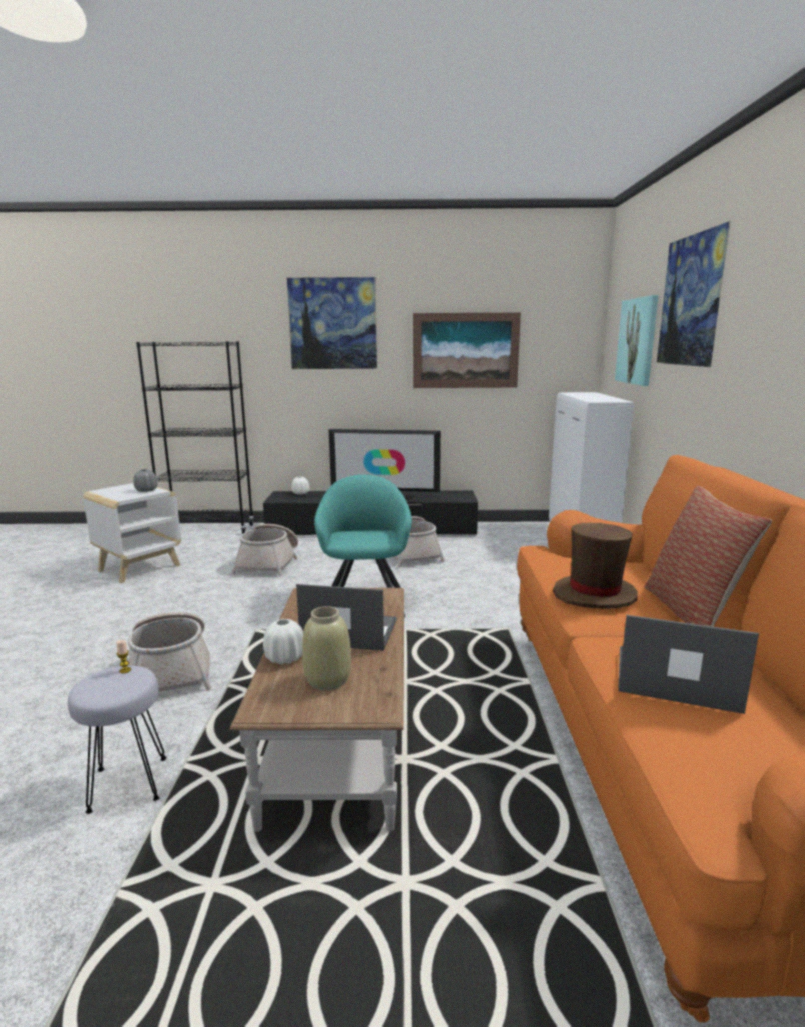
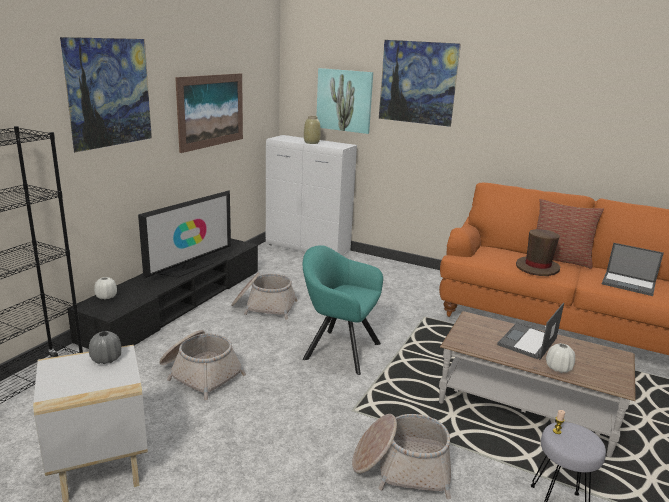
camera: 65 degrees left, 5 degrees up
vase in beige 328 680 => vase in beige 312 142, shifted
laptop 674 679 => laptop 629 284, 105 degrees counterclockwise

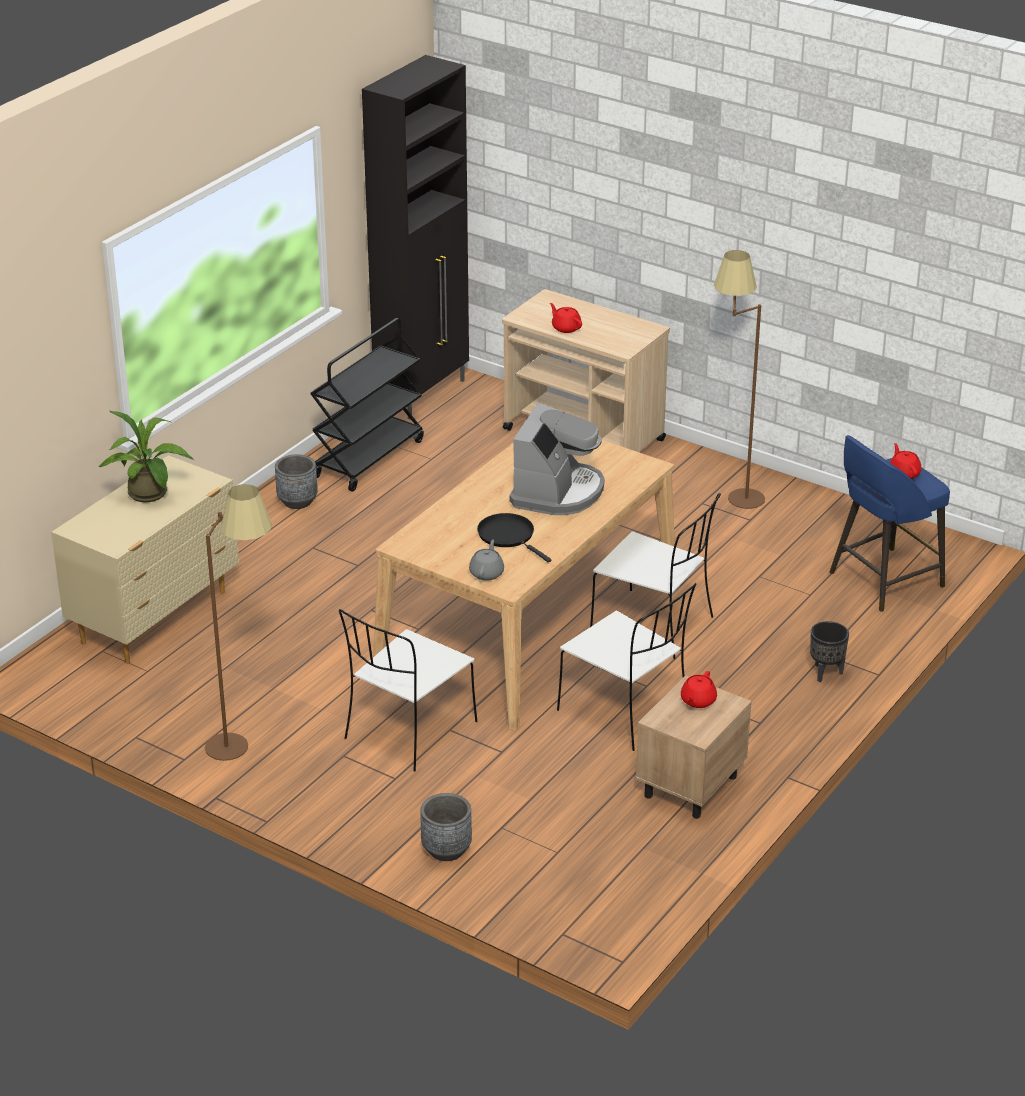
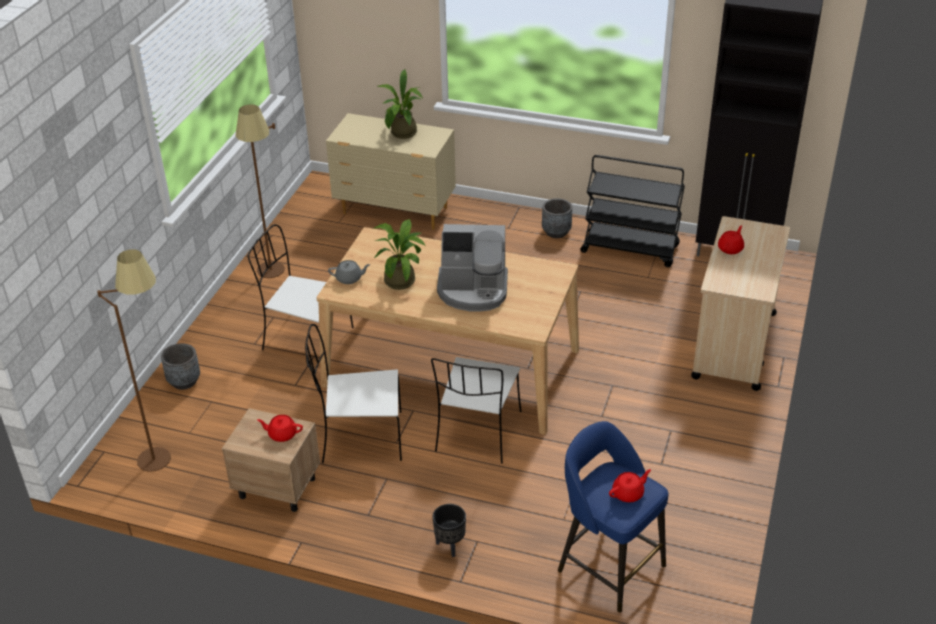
camera: 75 degrees right, 5 degrees up
floor lamp in brown 732 492 => floor lamp in brown 163 449, shifted
chair in white 626 712 => chair in white 359 438, 60 degrees clockwise
frying pan in black 508 536 => potted plant 402 279

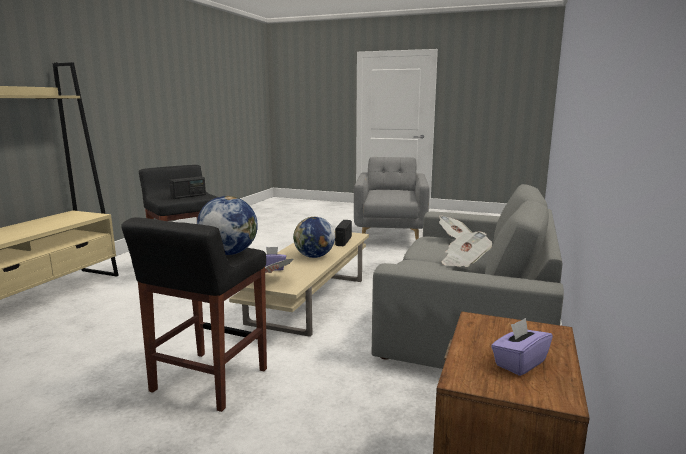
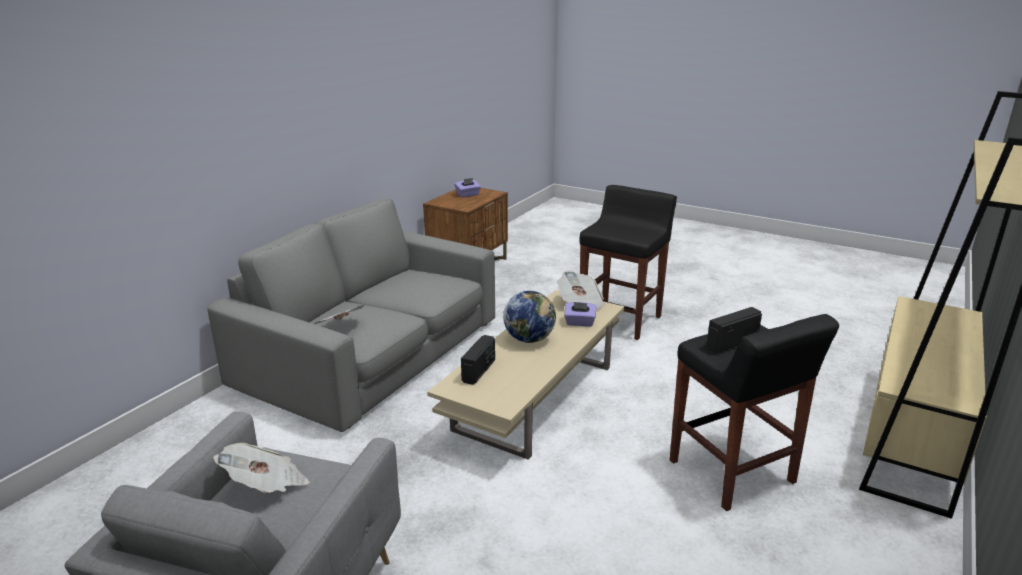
camera: 170 degrees left, 10 degrees up
newspaper 464 262 => newspaper 266 485, shifted
globe 228 253 => nothing

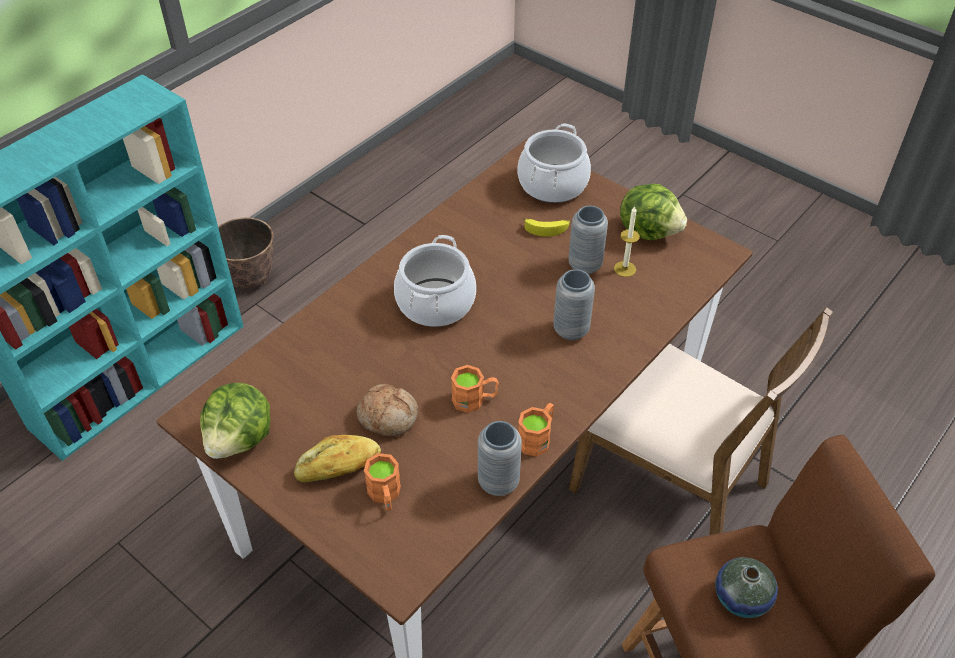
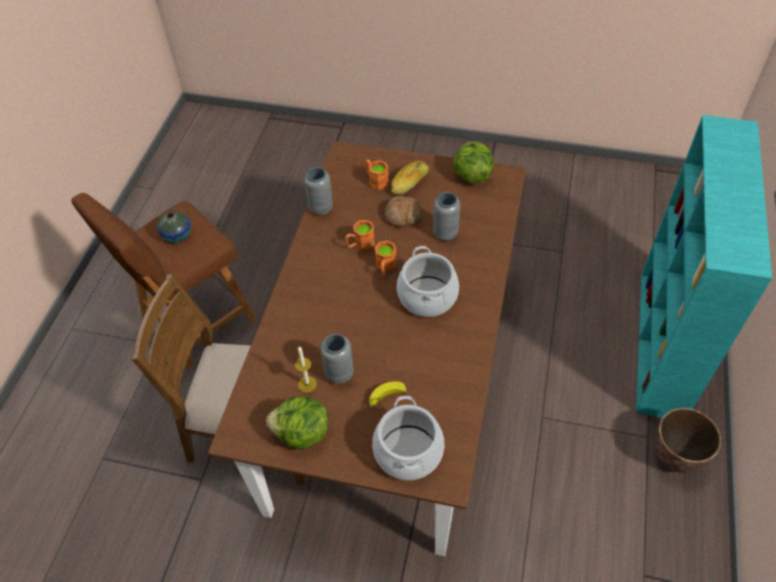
camera: 155 degrees right, 5 degrees up
mug in orange 537 437 => mug in orange 385 268, shifted
vase in grey 571 330 => vase in grey 445 233, shifted

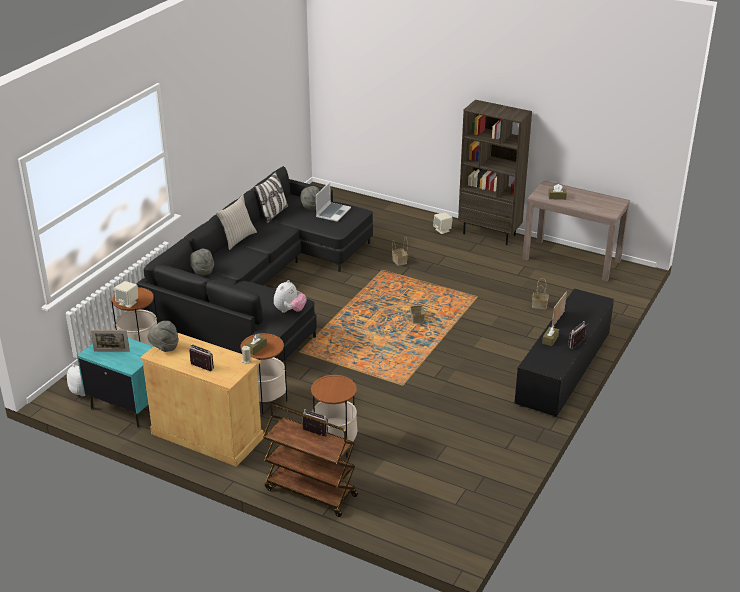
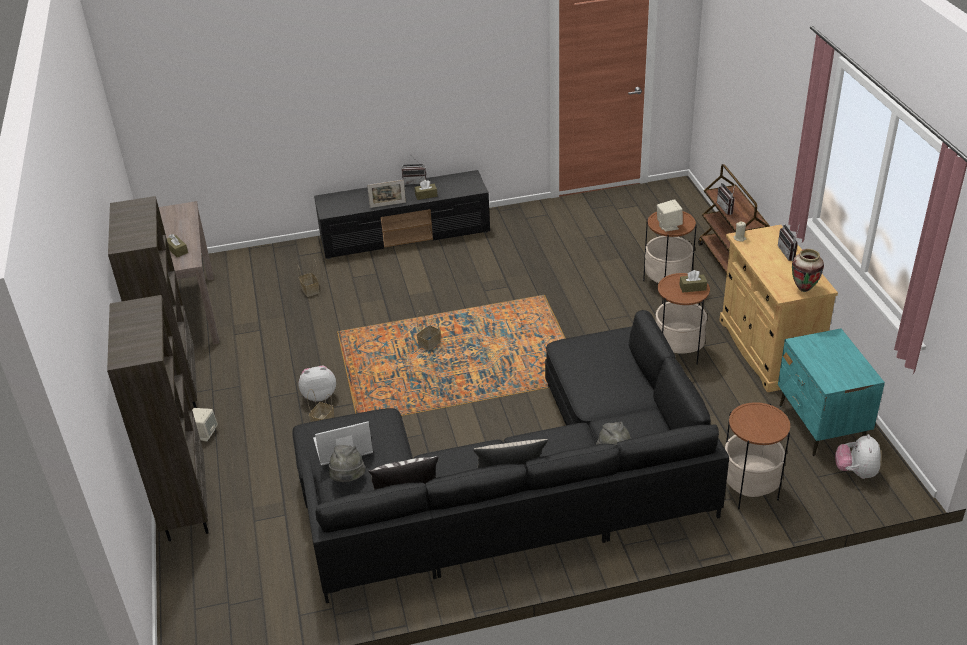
camera: 130 degrees left, 5 degrees up
nothing => bookcase in brown 185 507
plush toy 289 310 => plush toy 319 395, shifted
speaker in beige 128 303 => speaker in beige 668 226, shifted
hat in grey 164 347 => vase 804 289
picture frame 111 351 => nothing

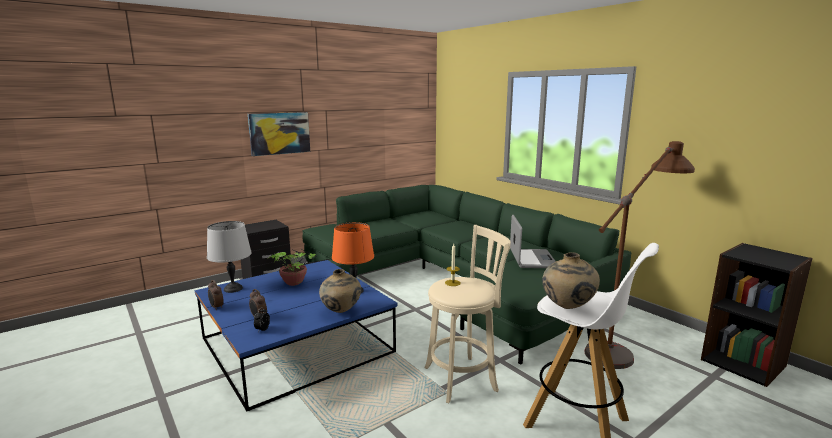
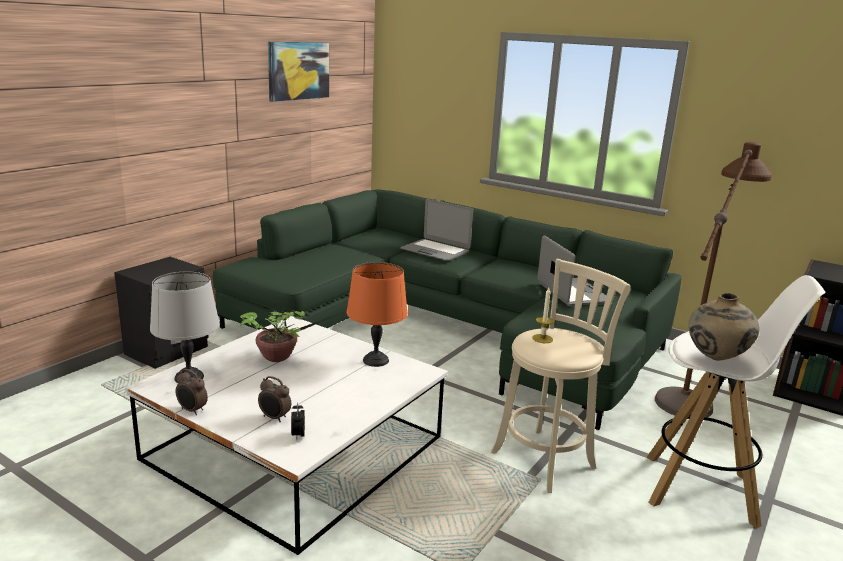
camera: 20 degrees left, 5 degrees up
coffee table in blue 296 345 => coffee table in white 295 448
picture 279 133 => picture 298 70, shifted
nothing => laptop 435 251
vase in beige 341 312 => nothing

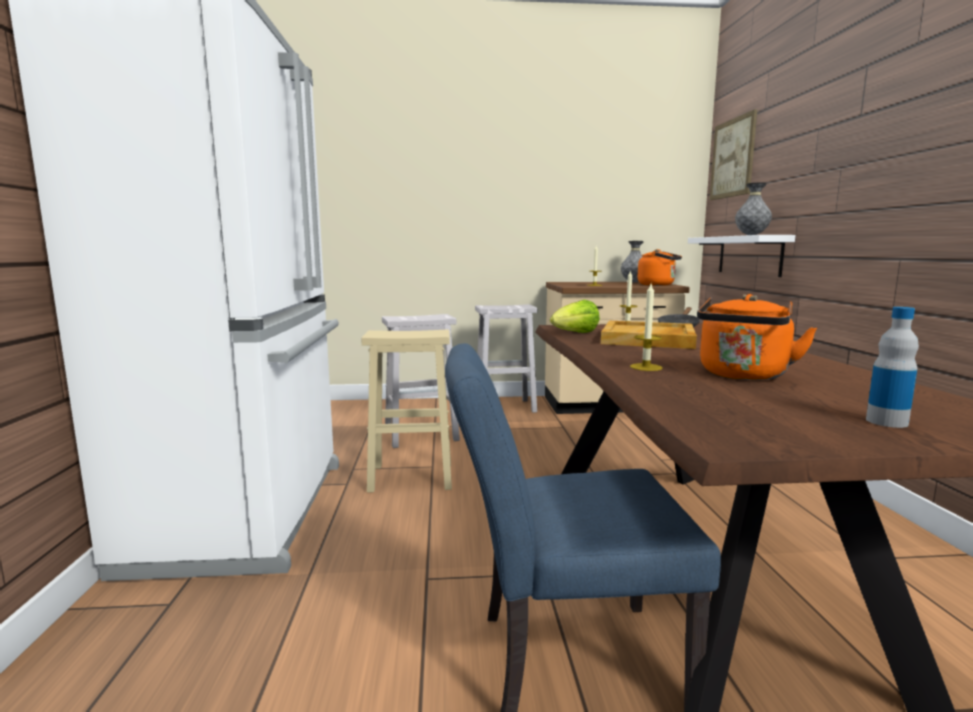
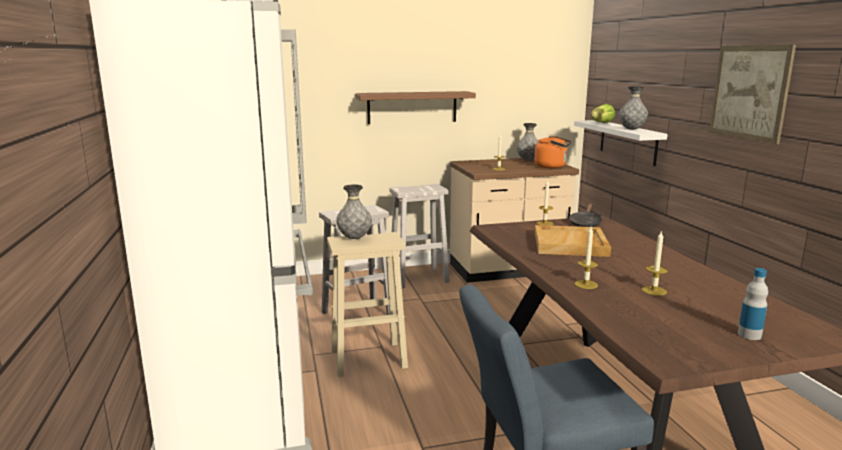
camera: 10 degrees left, 5 degrees up
nothing => vase in grey 354 238
nothing => shelf in brown 412 107
lettuce 575 334 => lettuce 601 123, shifted
kettle in orange 742 376 => candle 654 291
picture 732 158 => picture 750 92, shifted

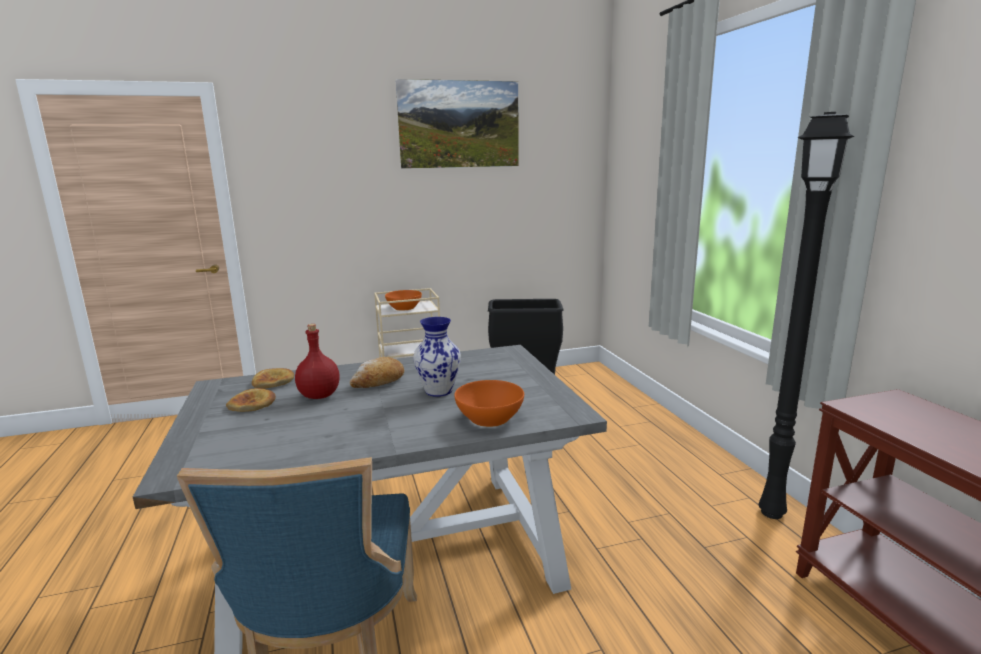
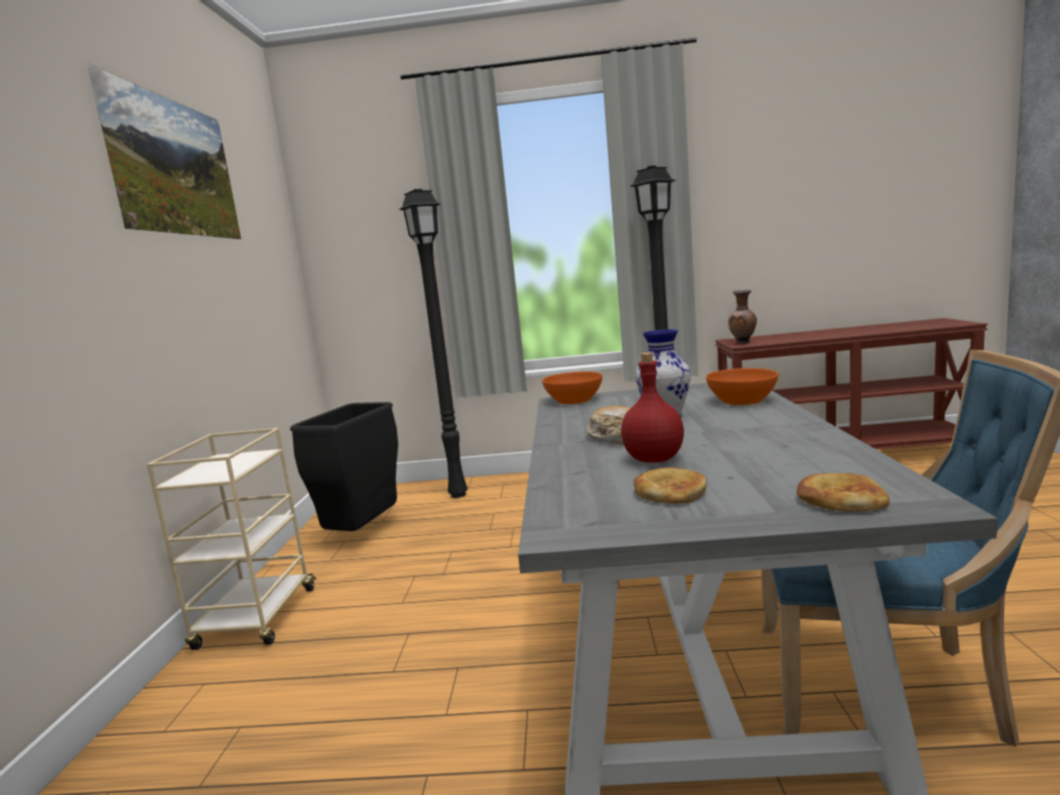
camera: 70 degrees left, 5 degrees down
nothing => floor lamp in black 458 494
bowl in orange 404 308 => bowl in orange 574 400, shifted
nothing => vase in brown 743 343
bread 273 381 => bread 840 499, shifted

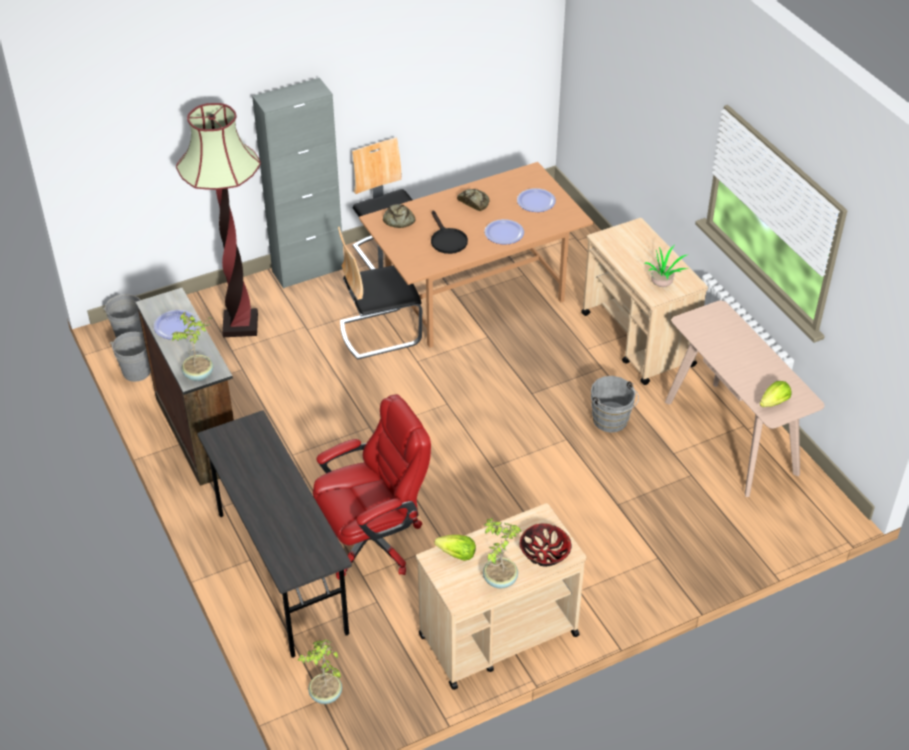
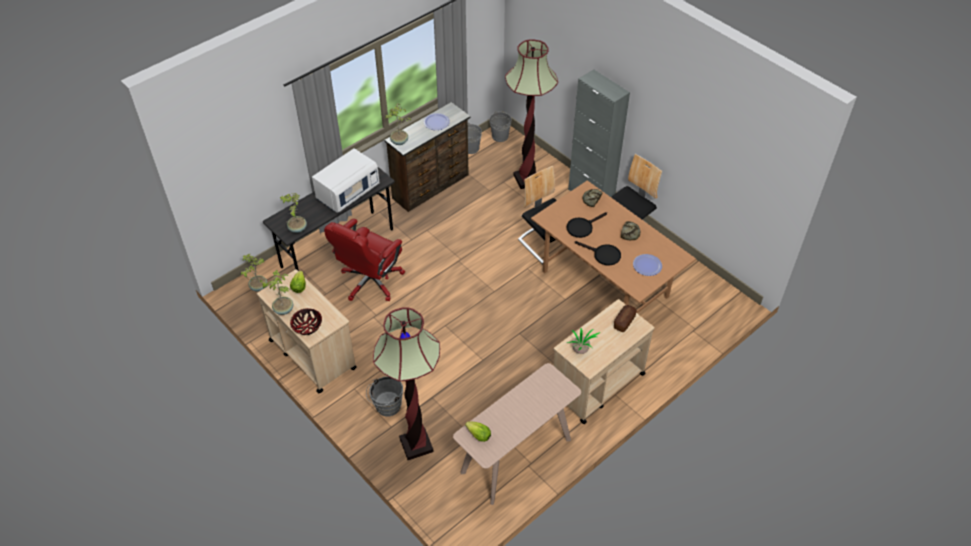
camera: 75 degrees right, 5 degrees up
nothing => potted plant 297 229
nothing => microwave in white 347 193
office chair in red 373 540 => office chair in red 370 281, 75 degrees clockwise
bucket in grey 611 422 => bucket in grey 386 407, shifted
nothing => floor lamp 416 445
plate 504 233 => frying pan in black 603 255
nothing => bread 624 321

